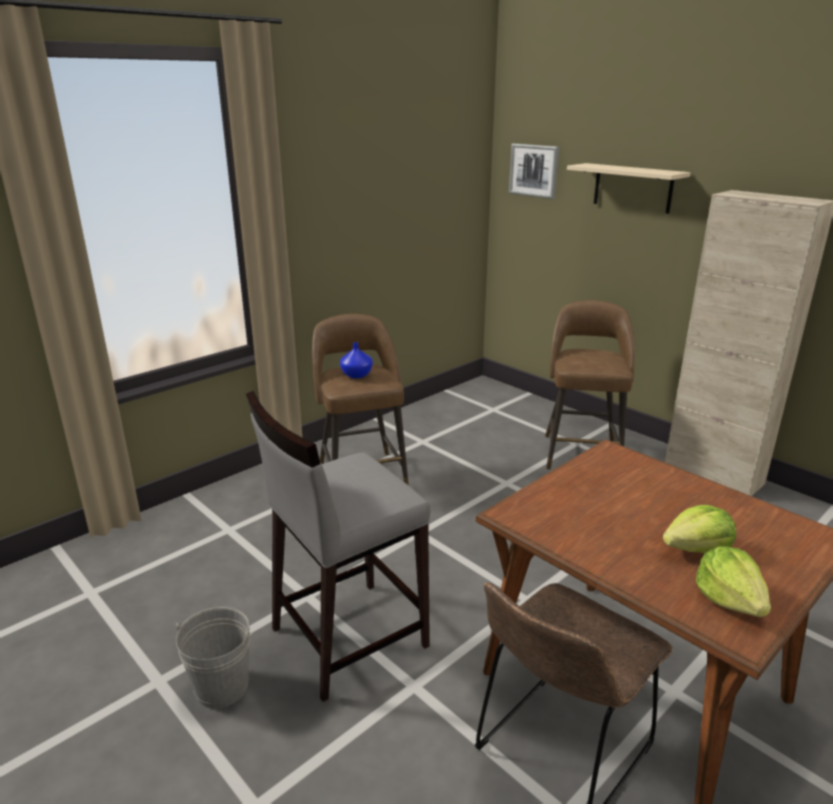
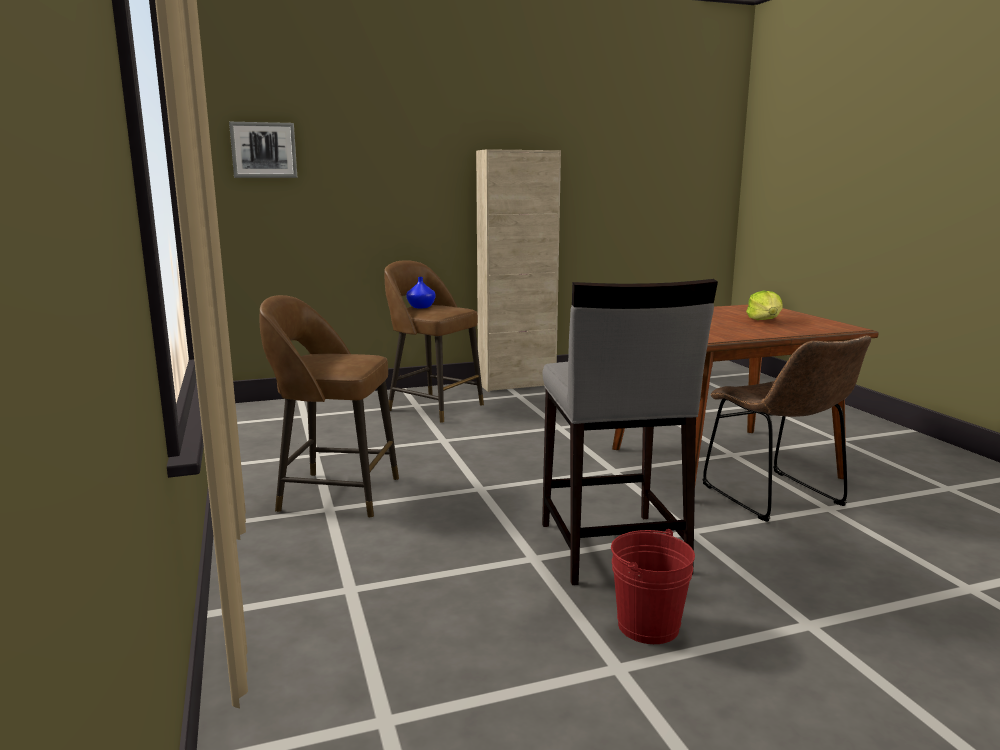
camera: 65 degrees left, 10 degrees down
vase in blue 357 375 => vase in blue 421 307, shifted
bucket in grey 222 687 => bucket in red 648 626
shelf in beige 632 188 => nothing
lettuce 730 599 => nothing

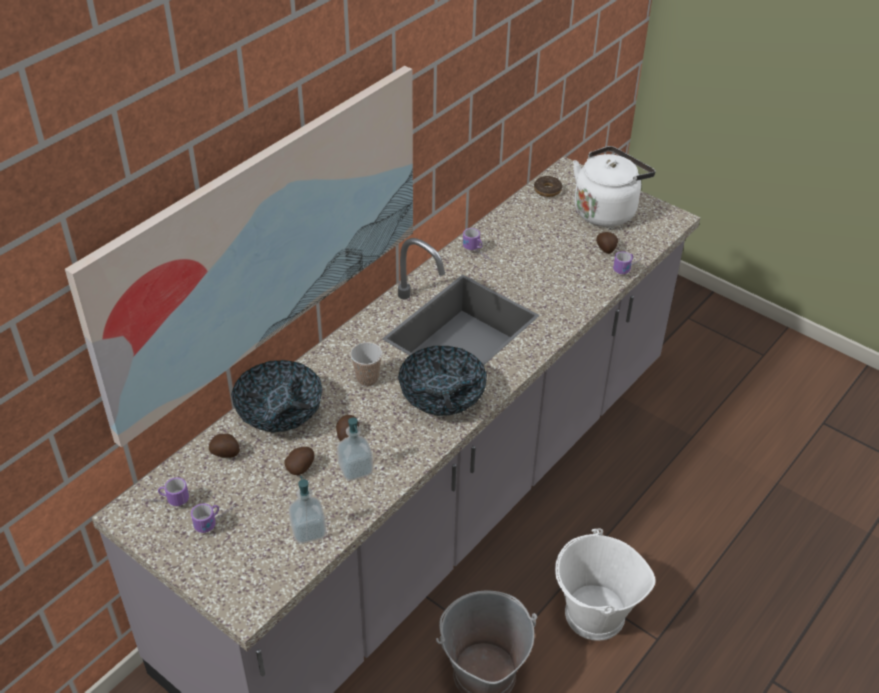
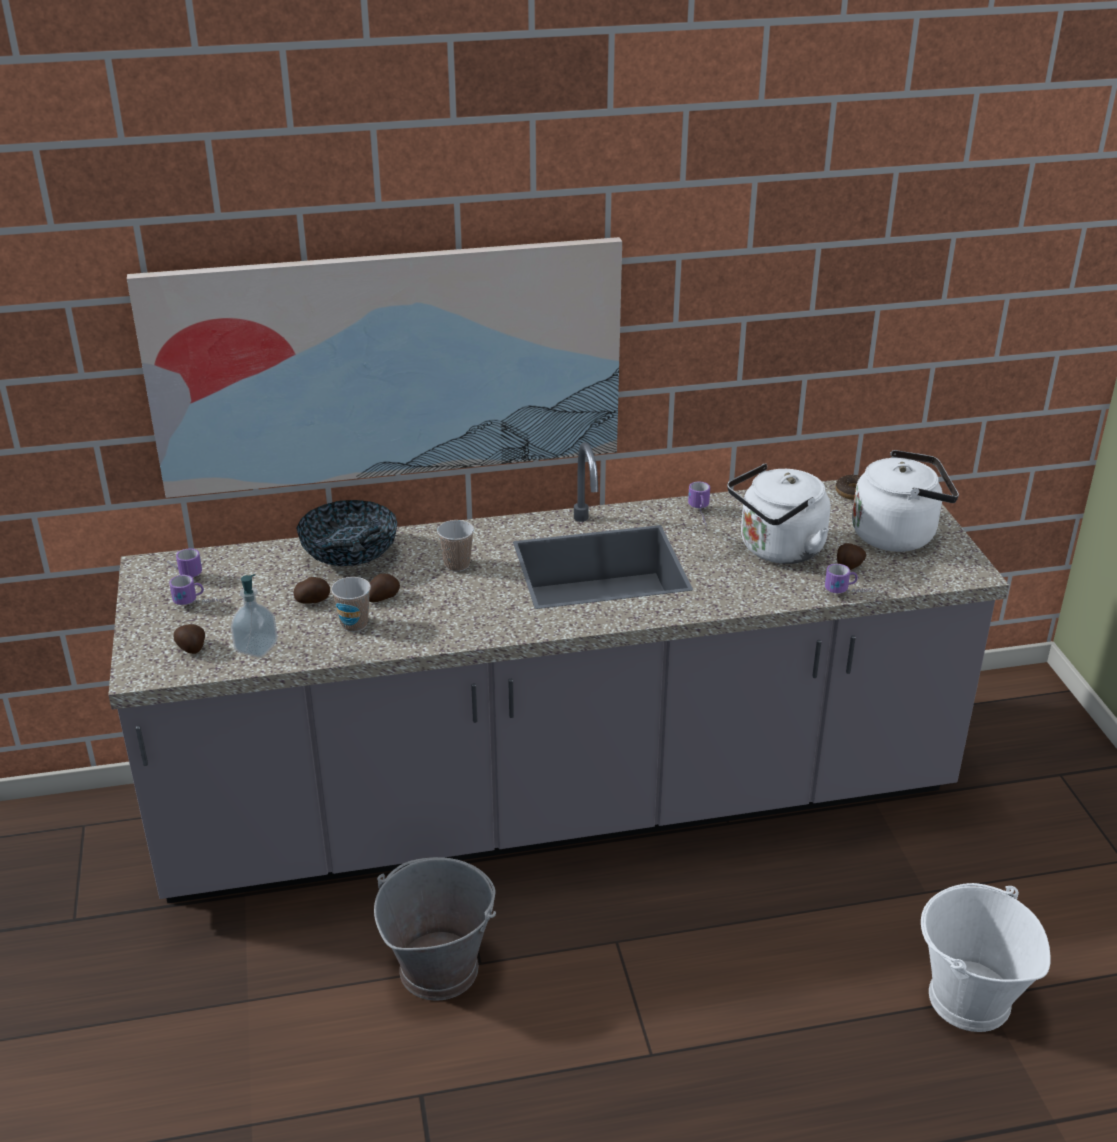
camera: 40 degrees right, 10 degrees down
potato 226 453 => potato 191 648, shifted
soap dispenser 355 469 => cup 354 624
nothing => kettle in white 777 550
bucket in white 594 615 => bucket in white 968 999, shifted
bowl 442 397 => nothing

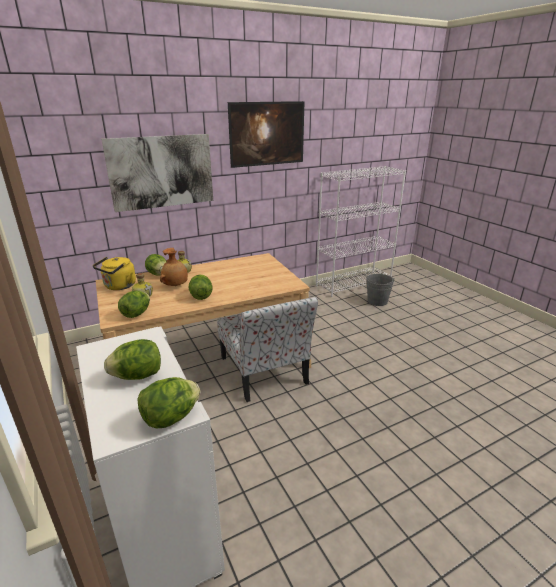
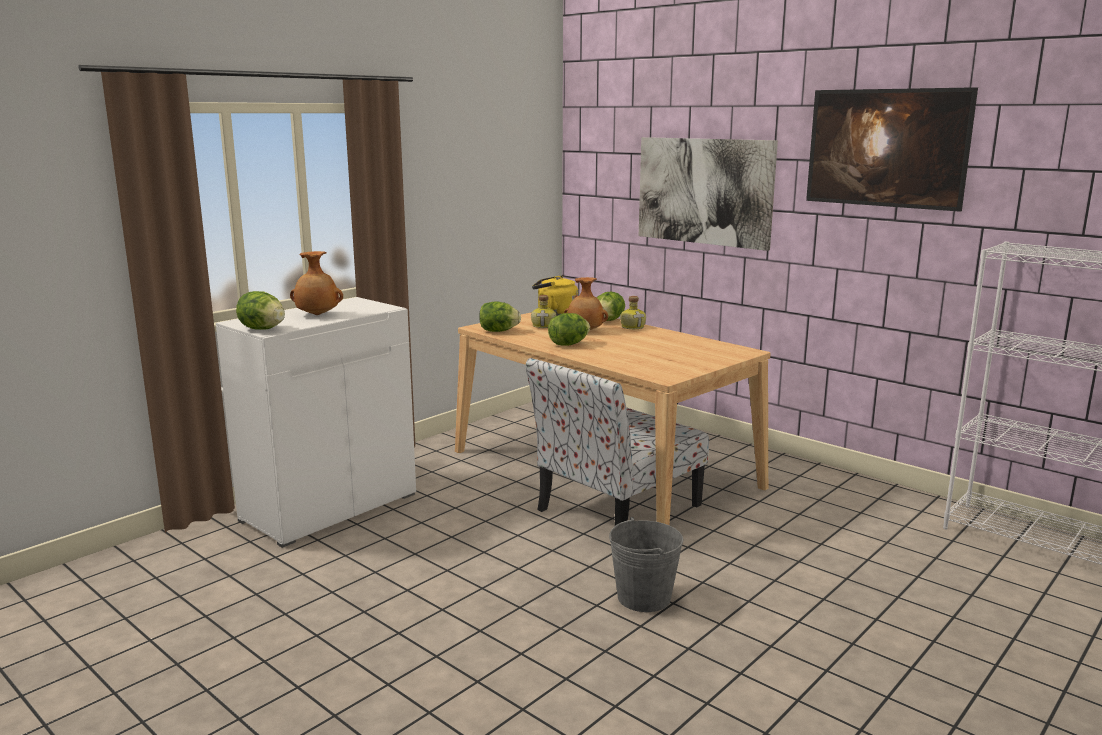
camera: 70 degrees right, 10 degrees down
lettuce 138 376 => vase in brown 317 315
bucket in grey 377 301 => bucket in grey 643 597, shifted

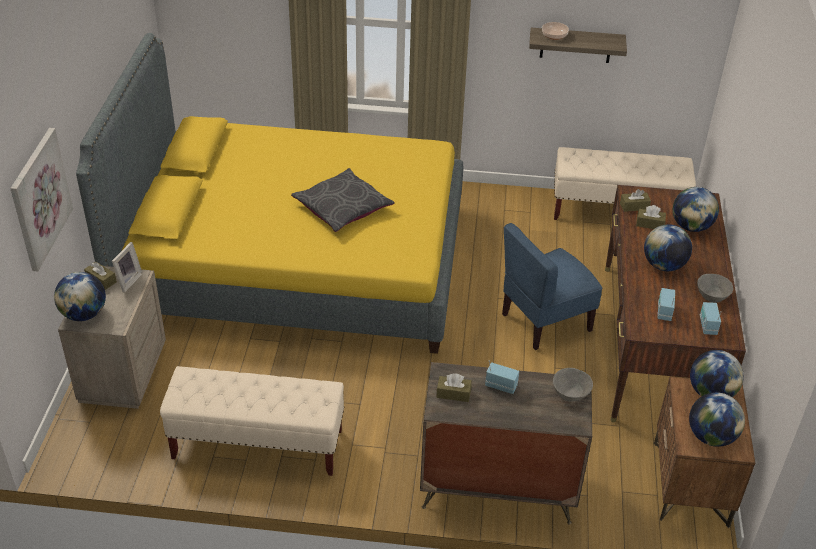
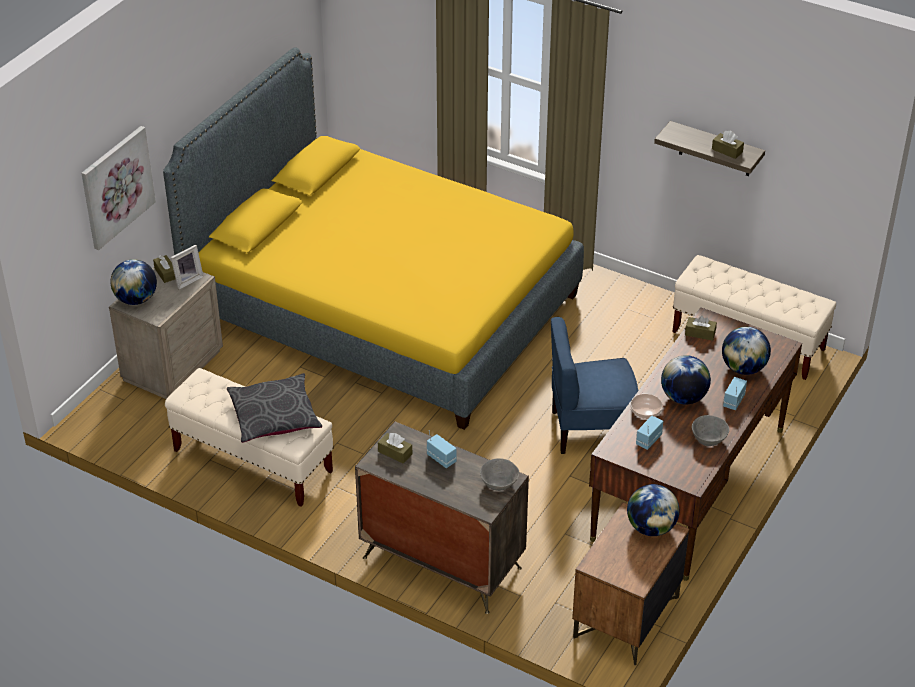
camera: 25 degrees right, 0 degrees up
pillow in grey 342 208 => pillow in grey 274 416, shifted
bowl 554 35 => bowl 645 411, shifted
tissue box in brown 650 224 => tissue box in brown 727 150, shifted
radio 707 326 => radio 733 401, shifted
globe 711 437 => nothing

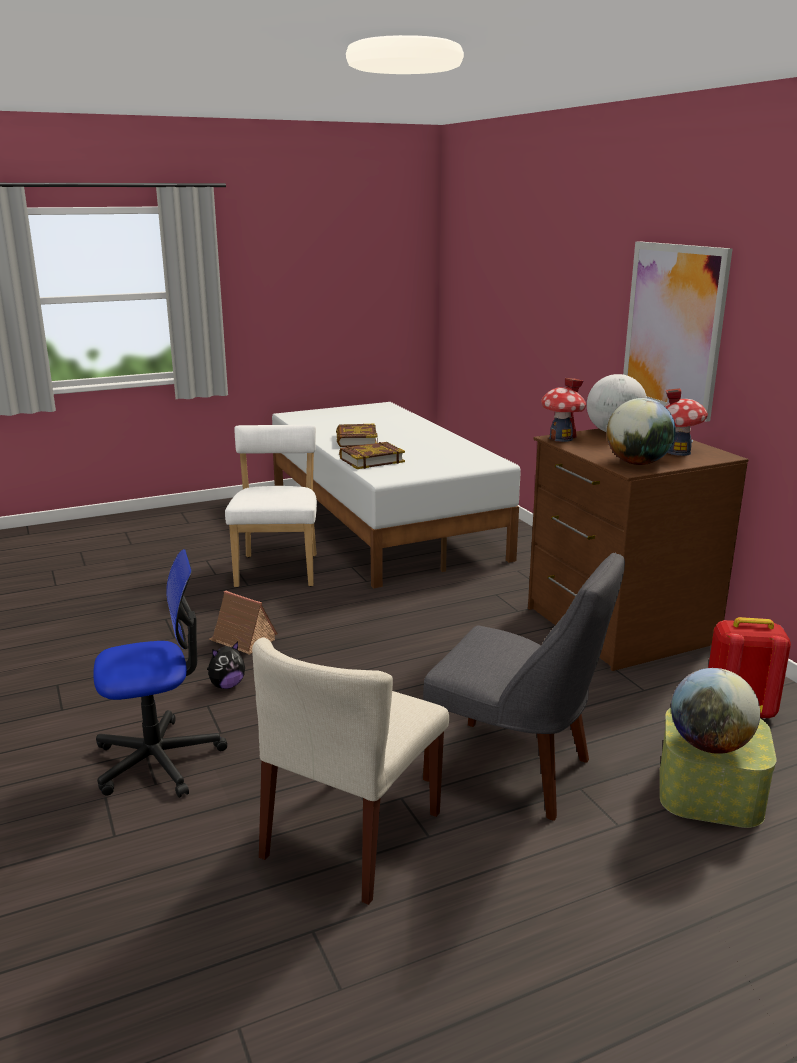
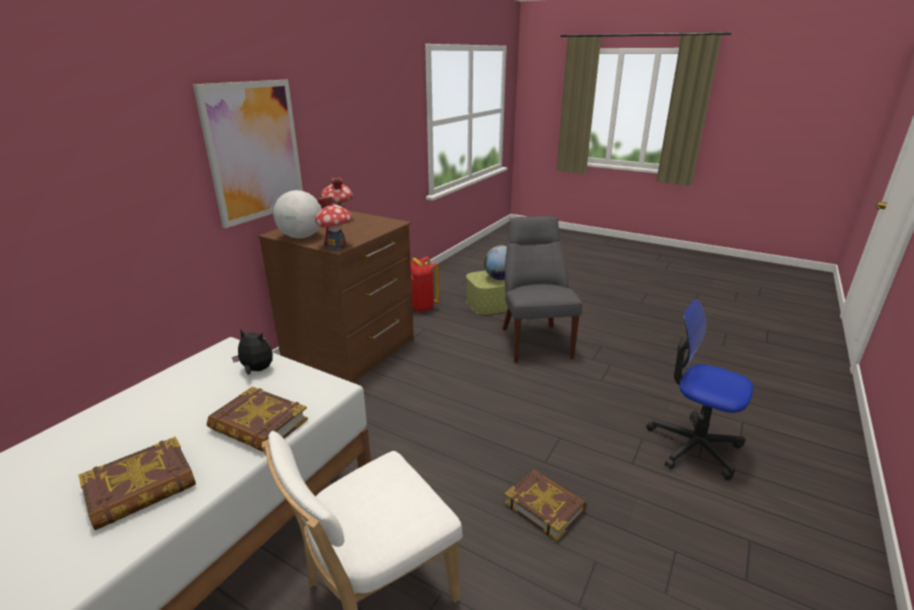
camera: 125 degrees left, 5 degrees up
plush toy 227 685 => plush toy 256 370, shifted
toy house 242 640 => book 545 506
chair in beige 352 836 => nothing
globe 637 463 => nothing

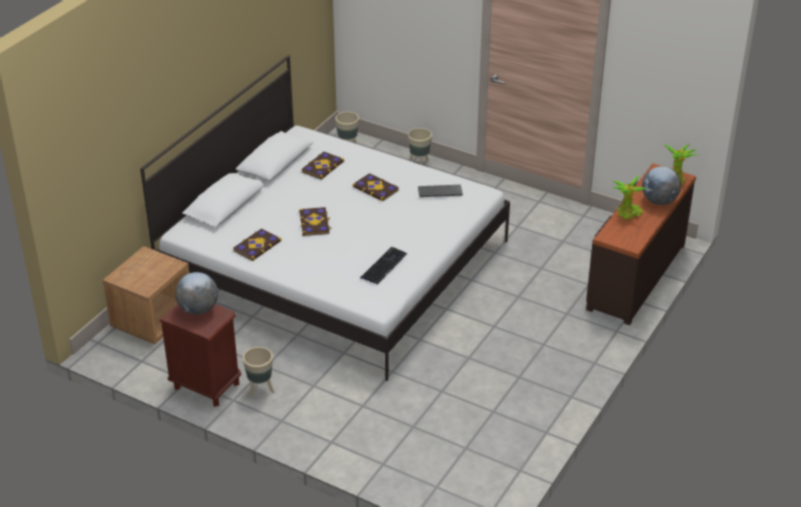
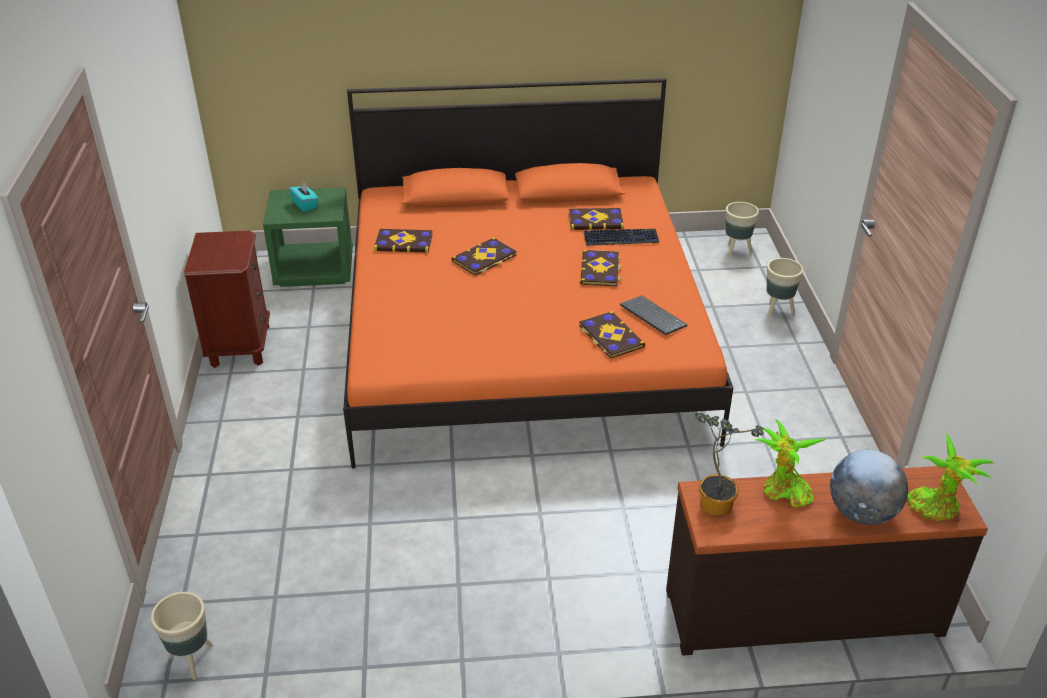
camera: 55 degrees right, 0 degrees up
planter in beige 260 390 => planter in beige 192 660, shifted
nightstand in brown 152 320 => nightstand in green 315 269
nothing => tissue box in turquoise 305 205
bed in white 336 264 => bed in orange 523 336
nothing => book 610 337
keyboard 383 266 => keyboard 621 238, shifted
nothing => potted plant 715 500
globe 198 309 => nothing

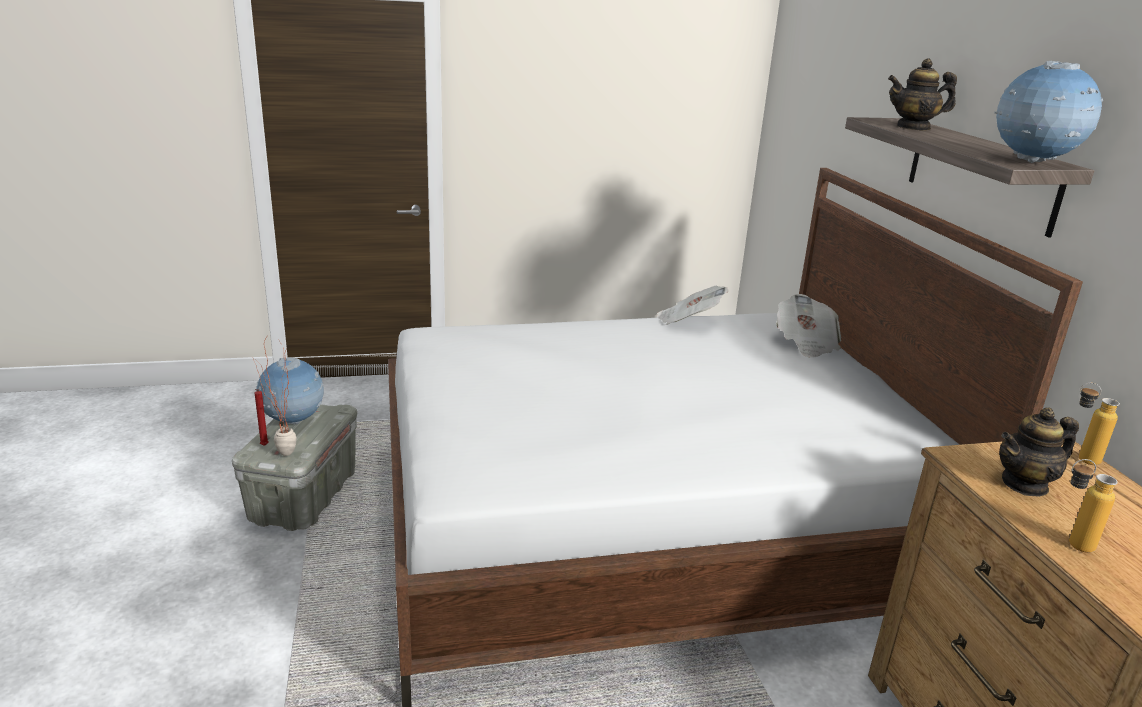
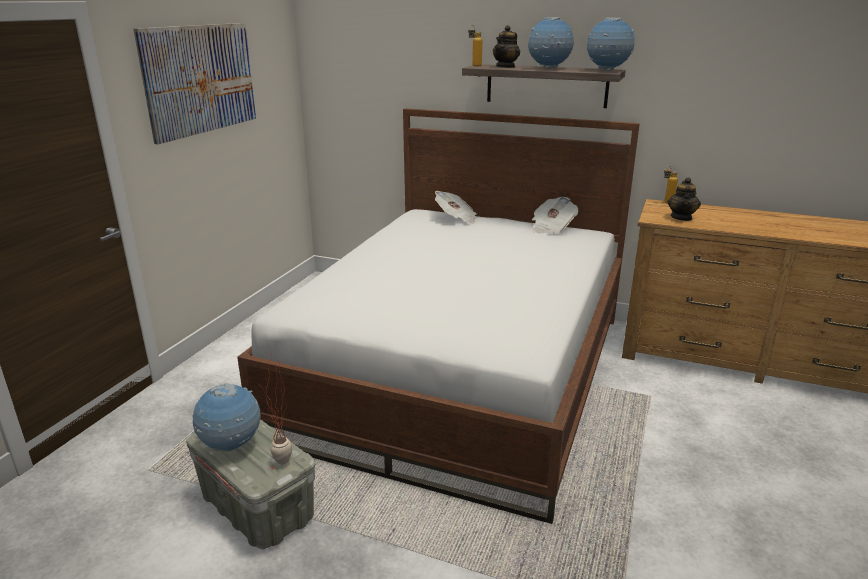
camera: 55 degrees left, 0 degrees up
nothing => picture 200 79
bottle 1070 544 => bottle 474 66, shifted
nothing => globe 549 68
newspaper 688 321 => newspaper 551 228, shifted
candle in red 264 446 => nothing

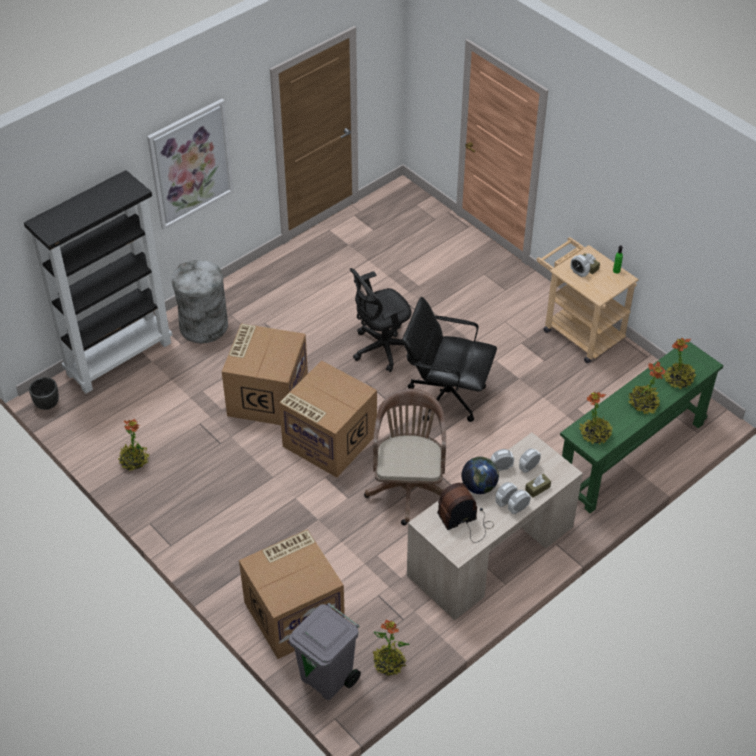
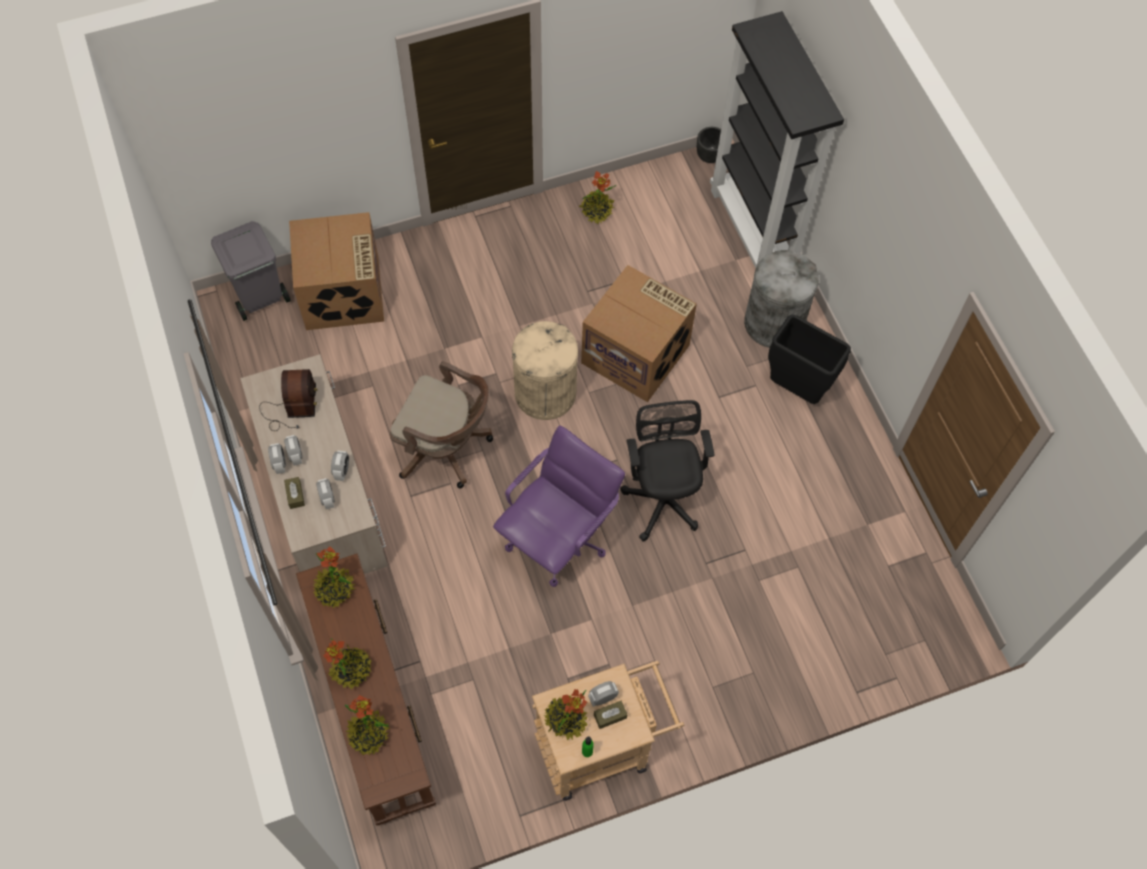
camera: 110 degrees right, 15 degrees up
console table in green 631 454 => console table in brown 374 709
office chair in black 446 395 => office chair in purple 558 538
cardboard box 328 440 => trash can in beige 545 392
potted plant 389 663 => potted plant 566 719, shifted
nothing => trash can in black 796 389
picture 190 164 => nothing
globe 479 487 => nothing

